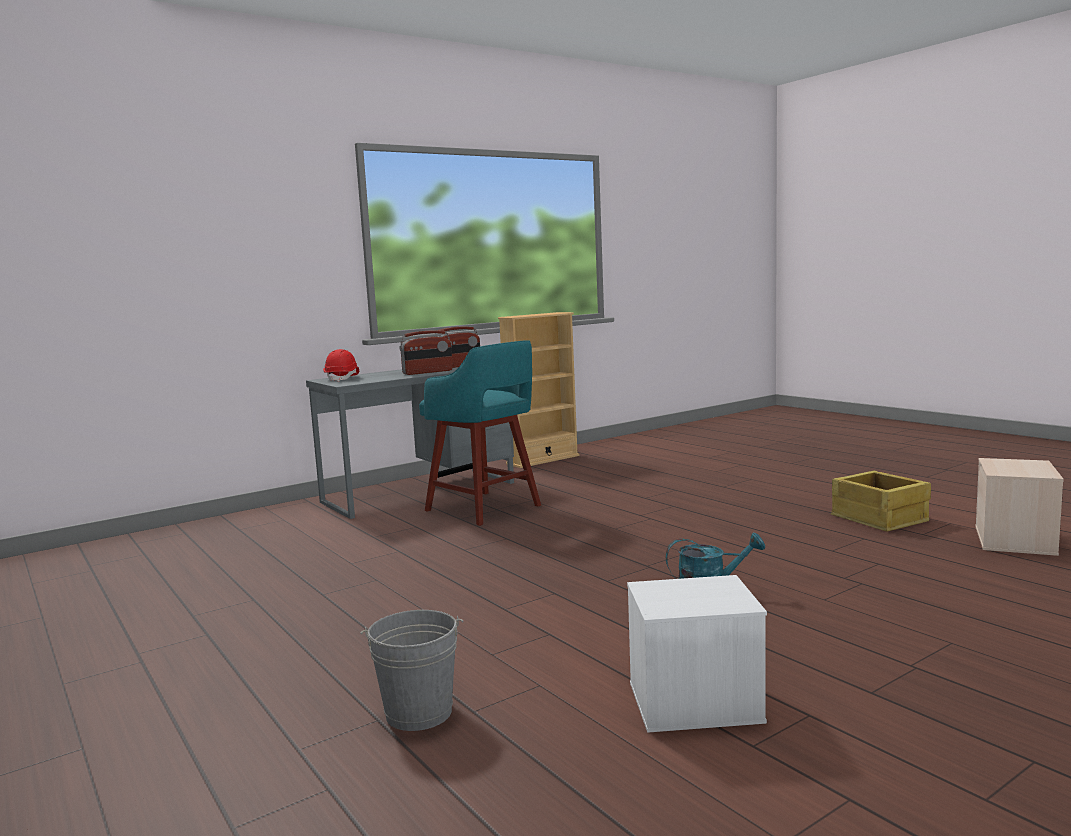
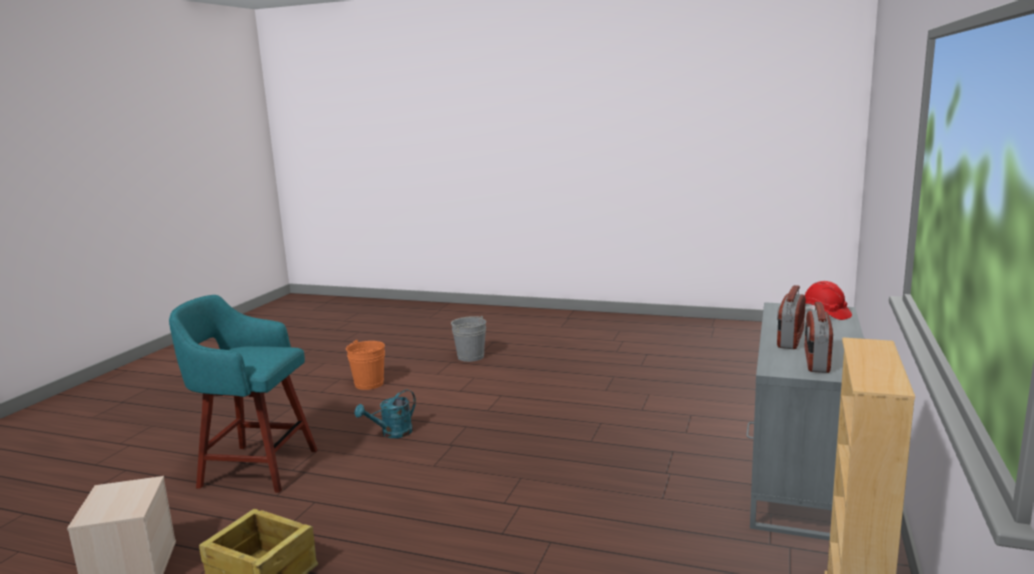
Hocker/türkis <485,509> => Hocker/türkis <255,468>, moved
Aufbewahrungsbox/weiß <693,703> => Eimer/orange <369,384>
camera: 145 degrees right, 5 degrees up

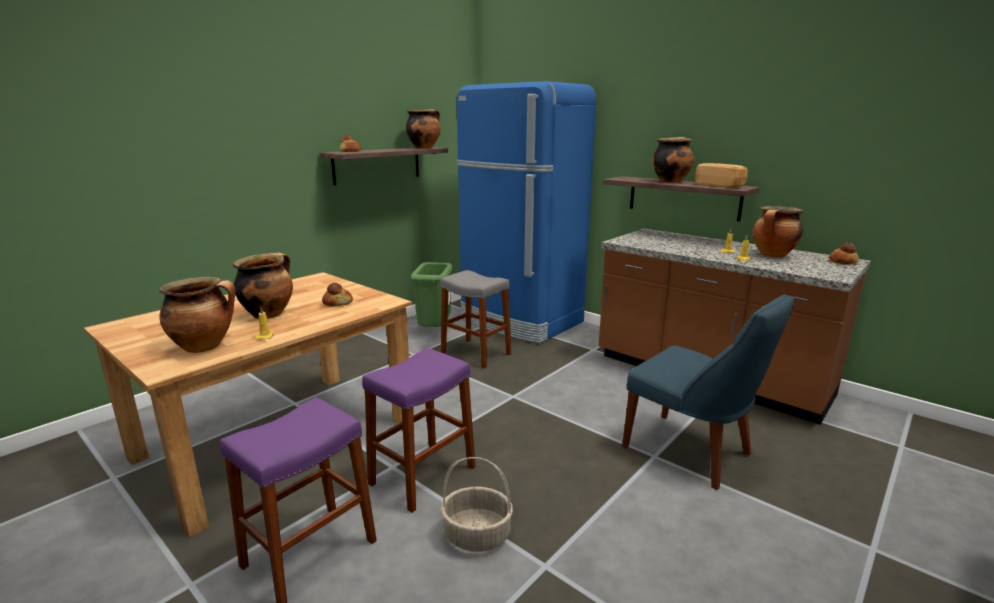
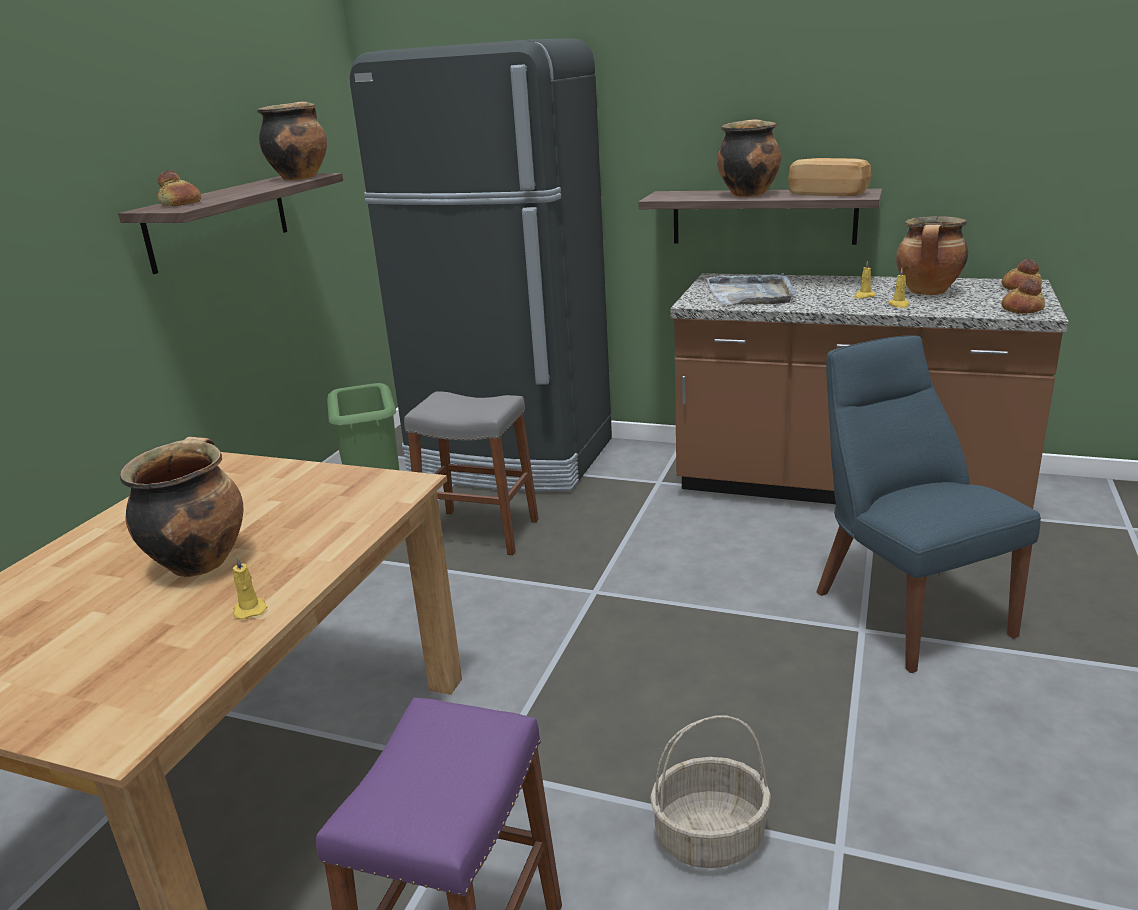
Kühlschrank/blau <520,321> => Kühlschrank/schwarz <511,458>
nothing => Tablett/grau <751,294>
Stuhl/blau <692,452> => Stuhl/blau <905,609>, 135 degrees counterclockwise
Brot <338,303> => Brot <1021,309>, moved
Kochtopf <205,346> => nothing
Hocker/lila <423,475> => nothing
camera: 20 degrees left, 5 degrees up

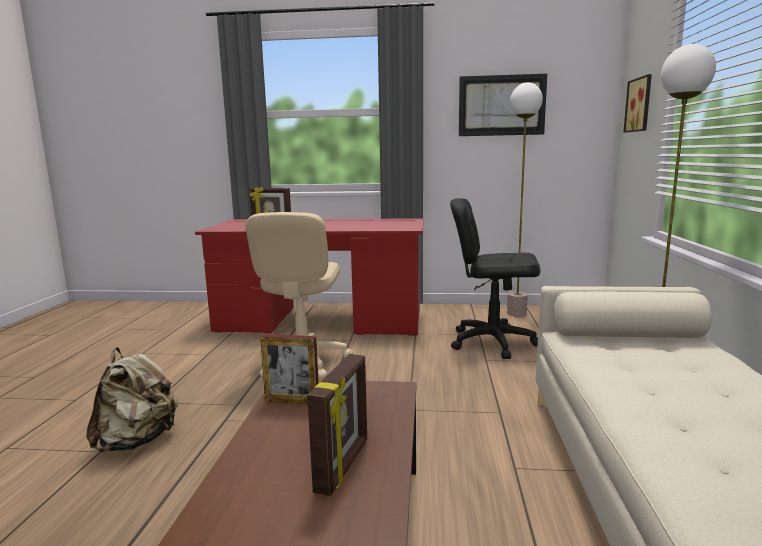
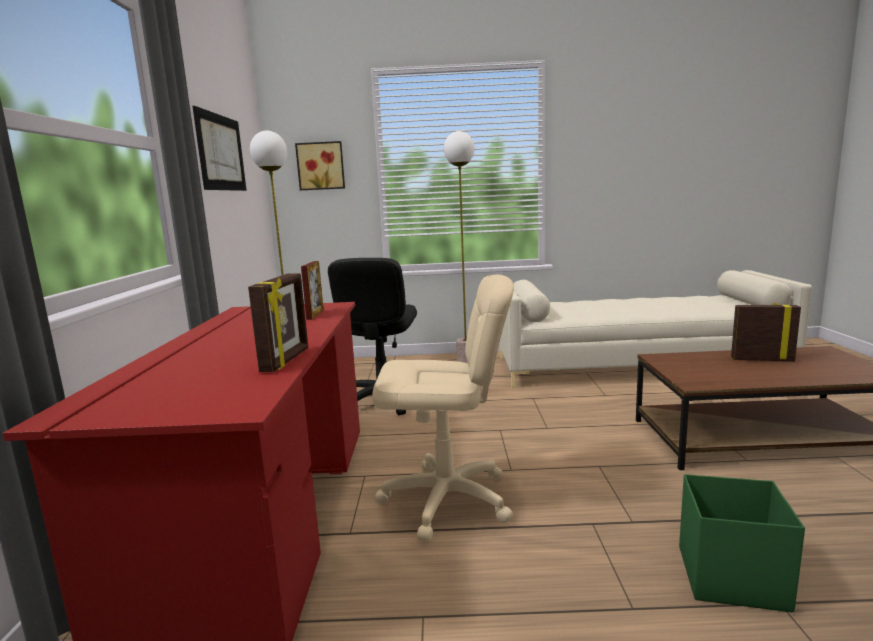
Bilderrahmen <292,401> => Bilderrahmen <315,315>, moved
Rucksack/beige <137,441> => Aufbewahrungsbox/grün <729,577>
camera: 95 degrees left, 0 degrees up

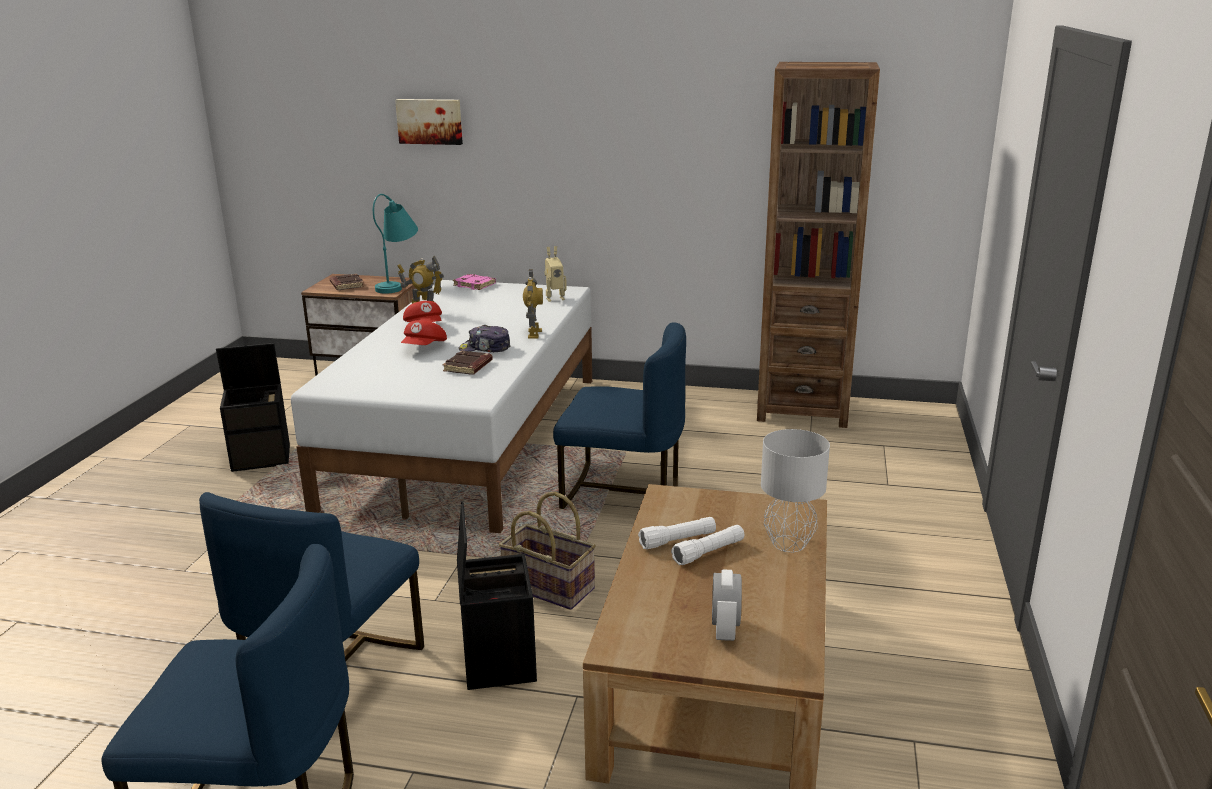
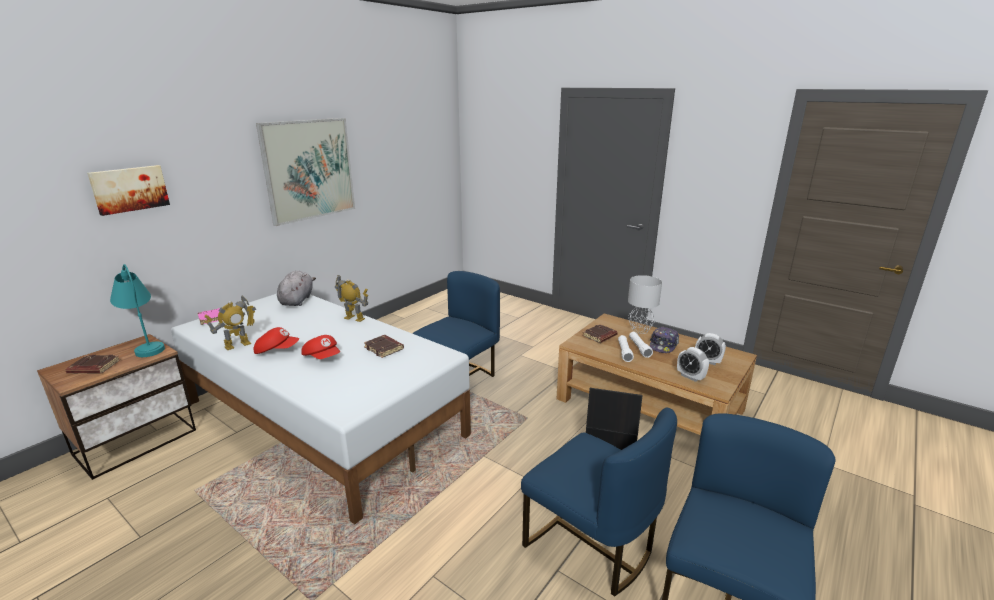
nothing => Bild <309,170>
Spielzeugroboter <554,298> => Plüschtier/grau <297,300>
nothing => Buch/braun <600,336>
Kappe <485,349> => Kappe <663,345>, moved
nothing => Wecker <690,377>
Aufbewahrungsbox/schwarz <262,457> => nothing
Korb <549,586> => nothing
Bücherregal/braun <802,409> => nothing
camera: 65 degrees left, 0 degrees up

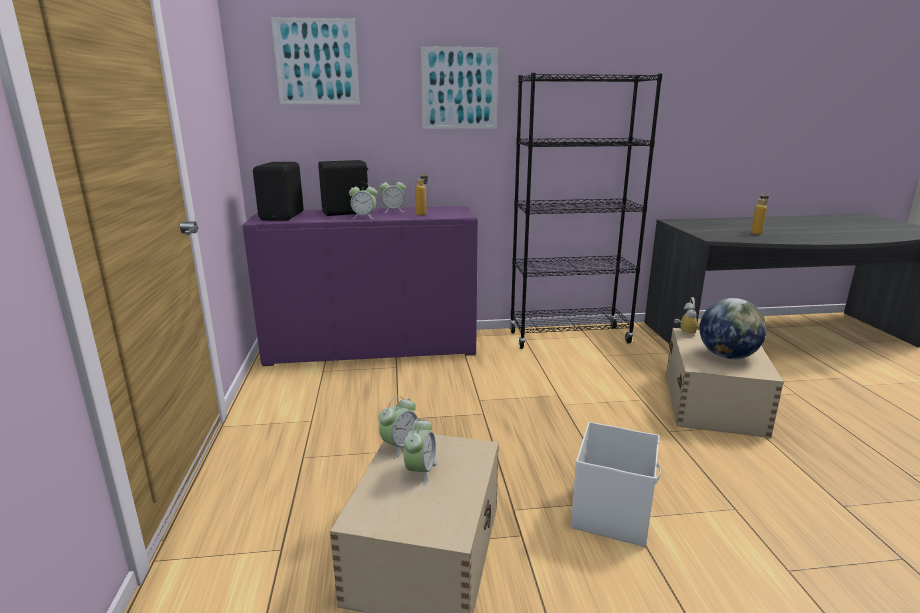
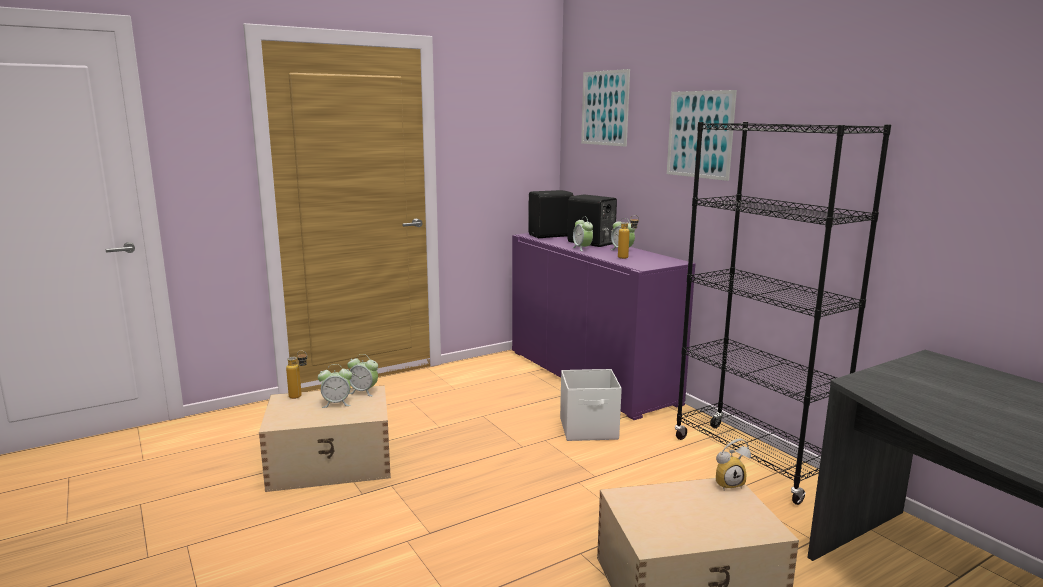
Flasche <757,232> => Flasche <300,397>, moved
Aufbewahrungsbox/weiß <612,512> => Aufbewahrungsbox/weiß <589,429>, moved
Globus <727,356> => nothing
camera: 65 degrees right, 5 degrees down

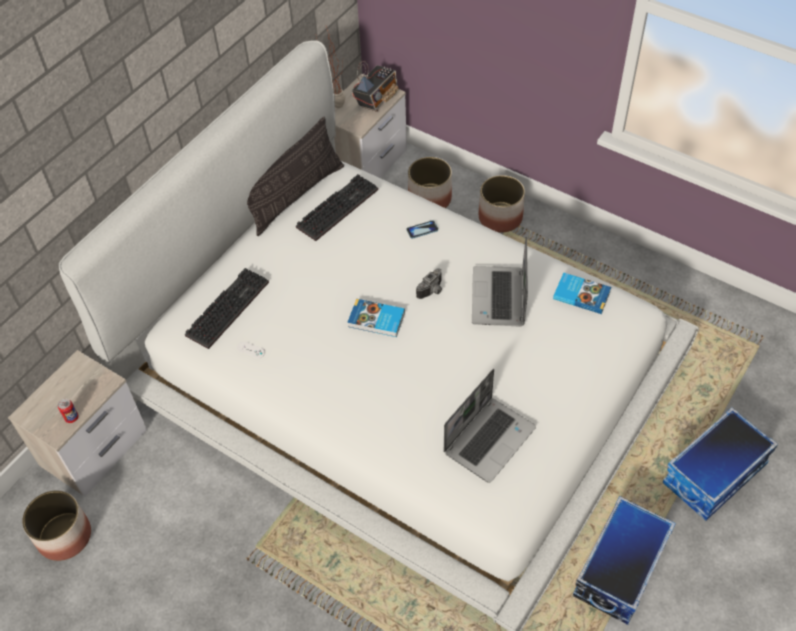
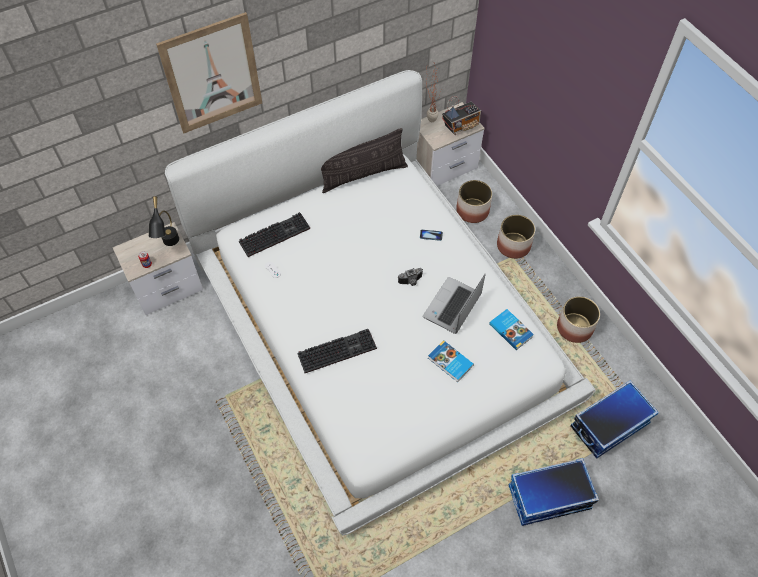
nothing => Tischlampe/schwarz <170,246>
nothing => Bild <212,74>
Tastatur <337,207> => Tastatur <338,349>, moved
Buch <376,320> => Buch <450,362>, moved
Pflanzkübel <64,536> => Pflanzkübel <574,327>, moved
Aufbewahrungsbox <619,568> => Aufbewahrungsbox <609,424>, moved
Laptop <489,439> => nothing
camera: 25 degrees right, 5 degrees up

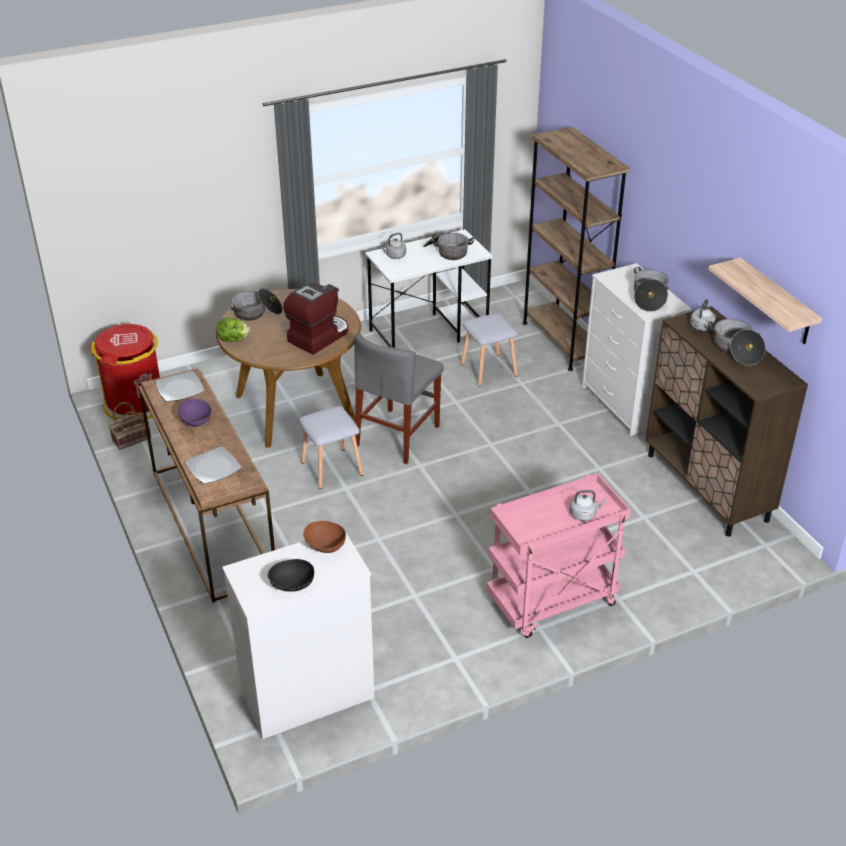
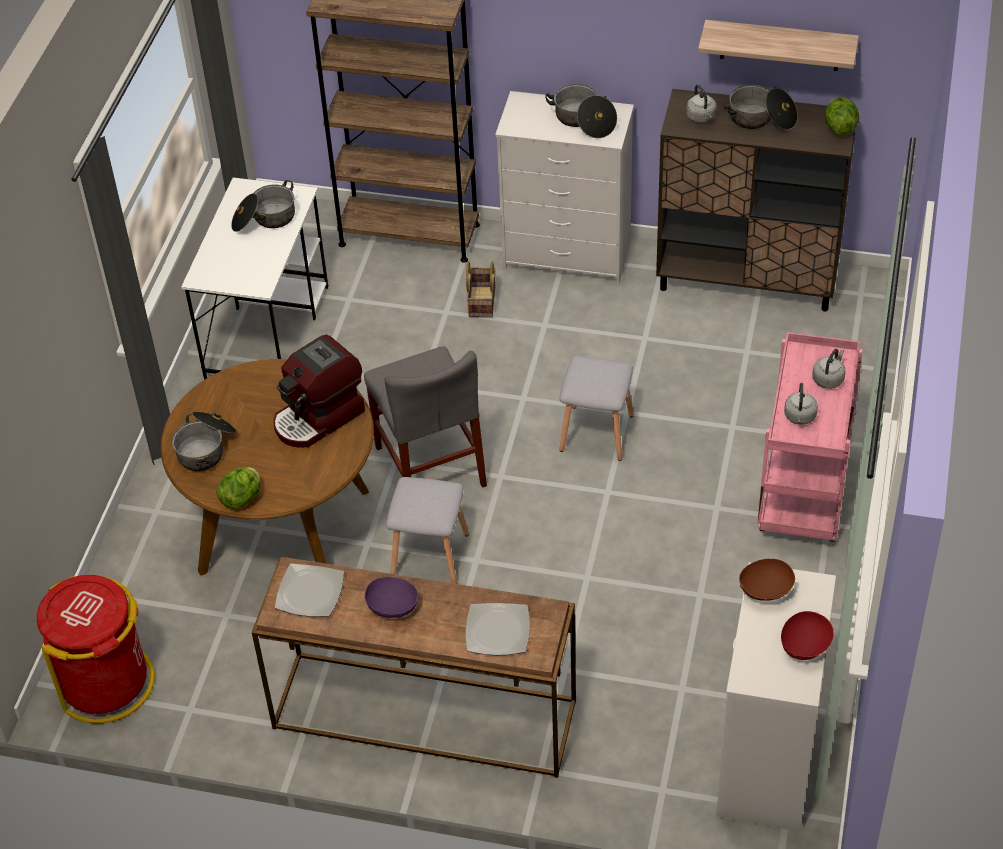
Kaffeemaschine <318,336> => Kaffeemaschine <319,418>, 120 degrees counterclockwise
Korb <132,438> => Korb <481,301>, moved
Hocker/grau <488,370> => Hocker/grau <597,434>, moved
Schüssel/schwarz <292,586> => Schüssel/rot <805,647>
Wasserkessel/grau <394,256> => Wasserkessel/grau <800,417>, moved
nothing => Salatkopf <839,127>
camera: 50 degrees left, 10 degrees up

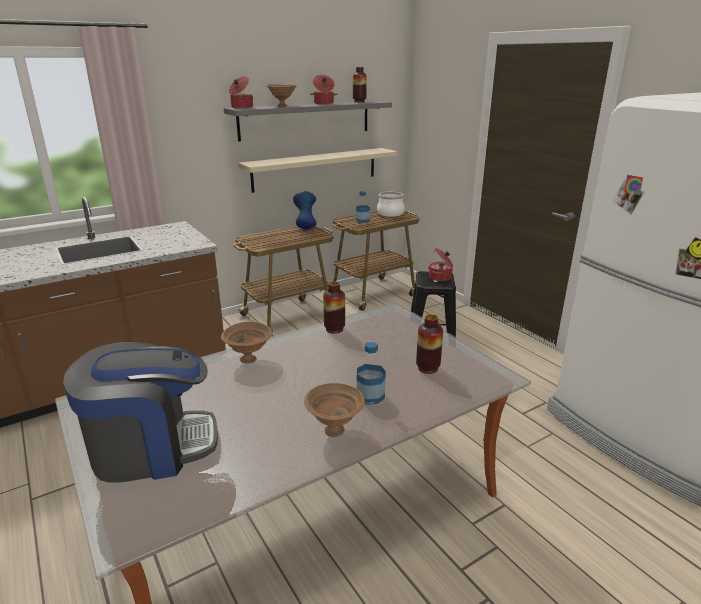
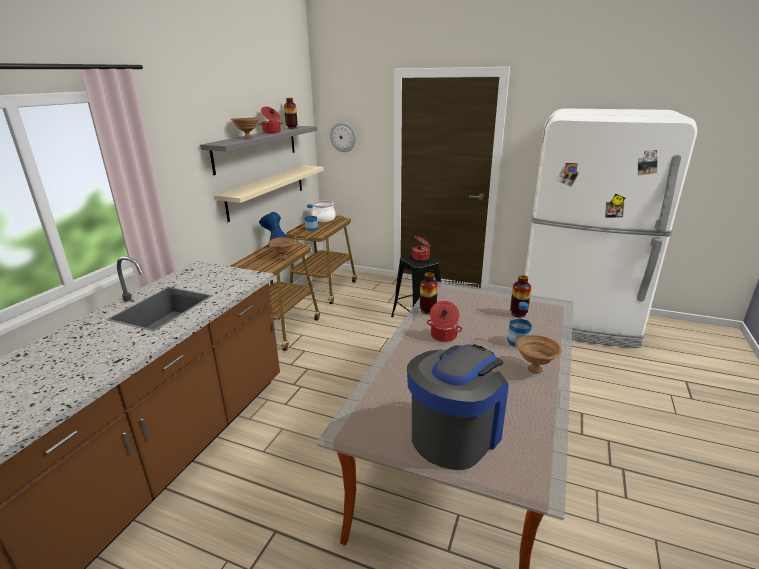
Schüssel/braun <249,359> => Schüssel/braun <283,257>, moved
nothing => Wanduhr <343,137>
Kochtopf <241,107> => Kochtopf <443,336>, moved
camera: 35 degrees left, 0 degrees up

